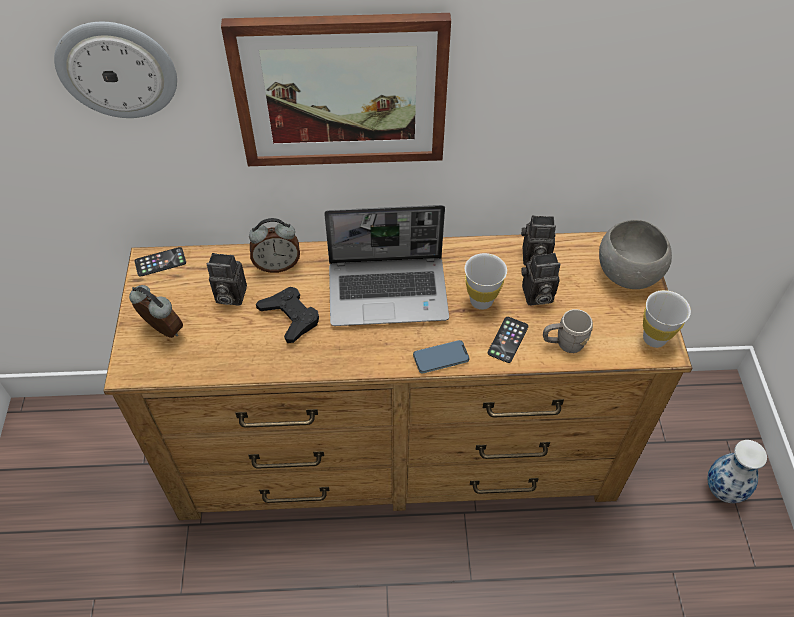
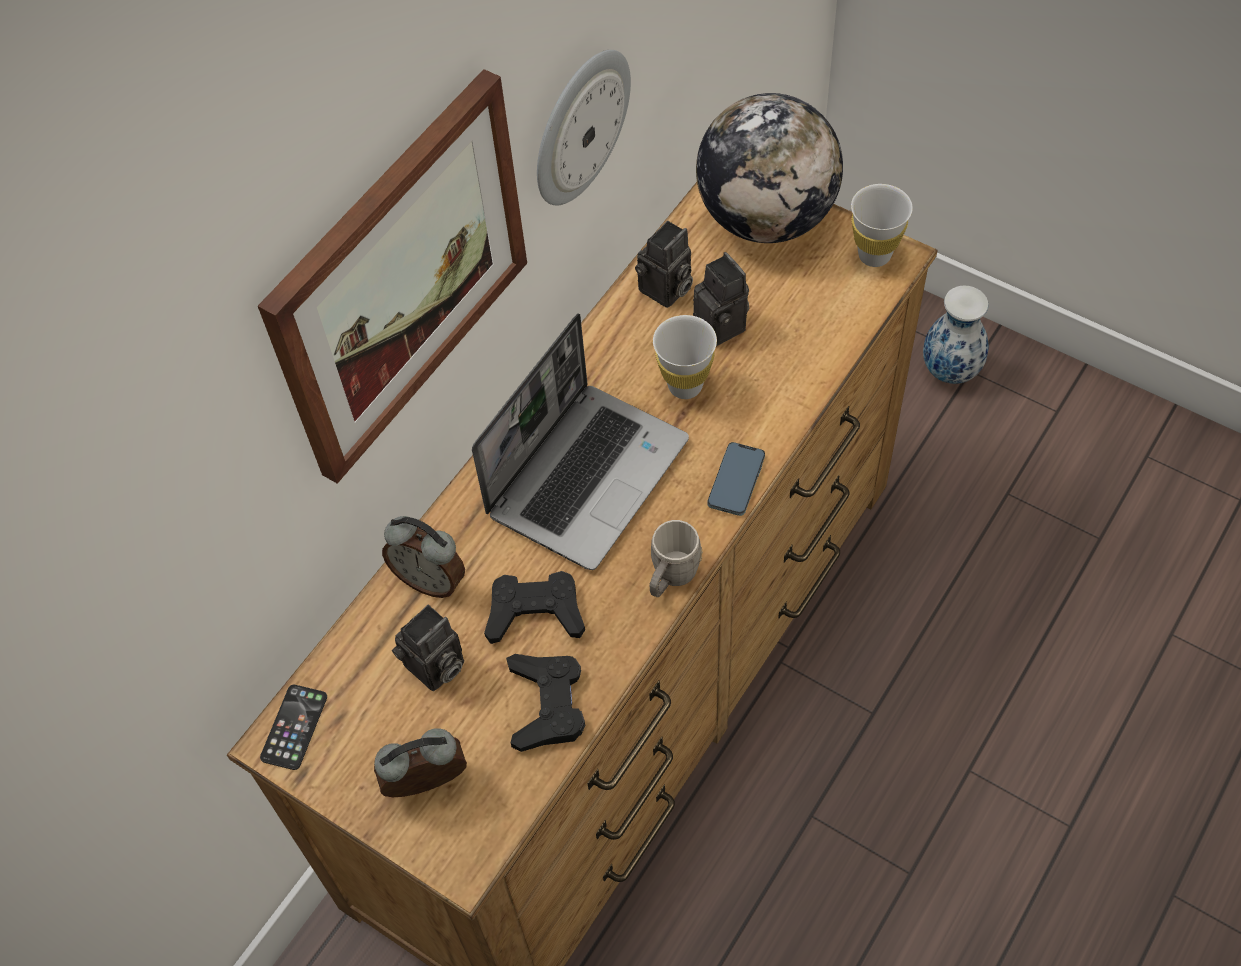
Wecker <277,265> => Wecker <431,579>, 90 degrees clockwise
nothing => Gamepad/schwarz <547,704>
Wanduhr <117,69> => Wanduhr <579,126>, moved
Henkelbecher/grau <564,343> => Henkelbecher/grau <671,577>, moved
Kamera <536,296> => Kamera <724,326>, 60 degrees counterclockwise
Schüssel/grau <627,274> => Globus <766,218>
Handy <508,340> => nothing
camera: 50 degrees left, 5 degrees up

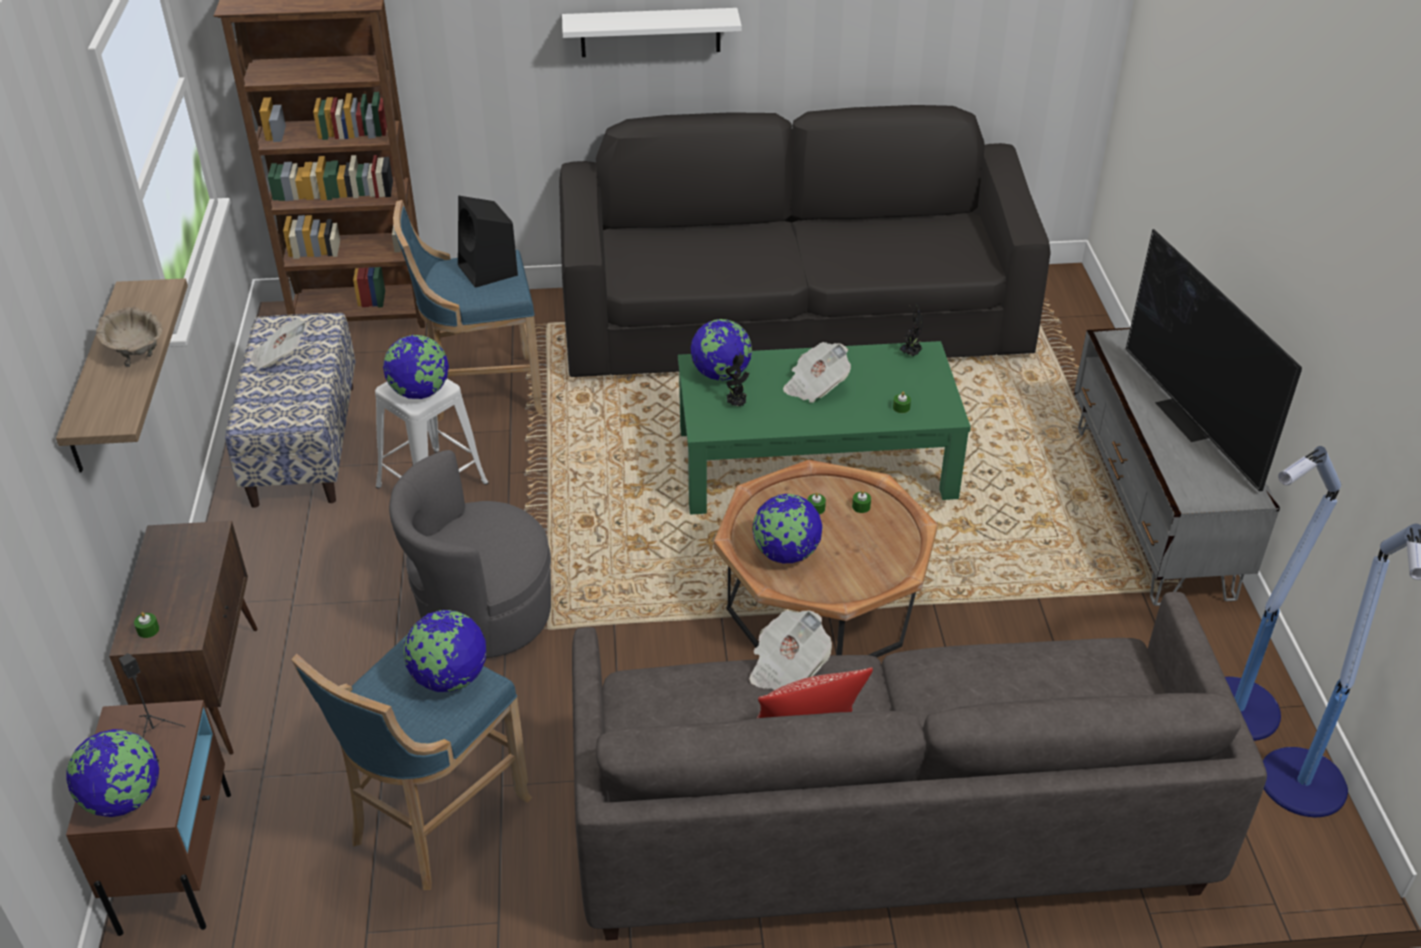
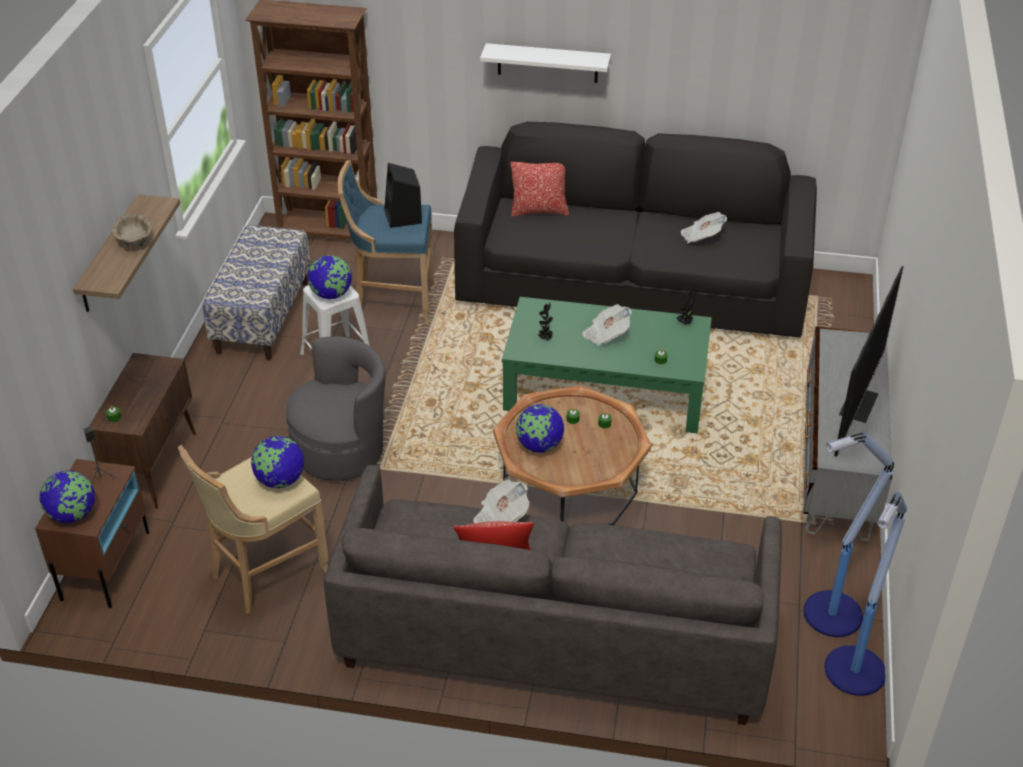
Hocker/blau <432,821> => Hocker/beige <265,574>
Sessel/grau <483,613> => Sessel/grau <341,450>, 150 degrees clockwise
nothing => Kissen <539,211>
Zeitung <280,358> => Zeitung <701,237>, moved
Fernseher <1189,419> => Fernseher <859,403>, 150 degrees counterclockwise
Globus <721,374> => nothing
camera: 15 degrees right, 0 degrees up

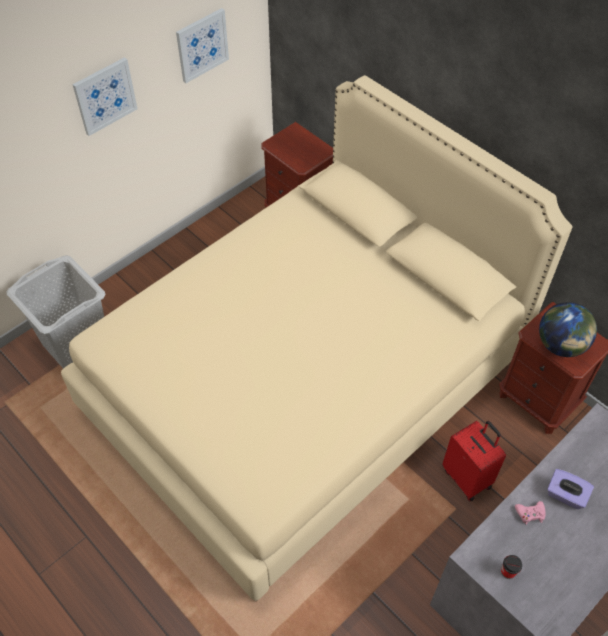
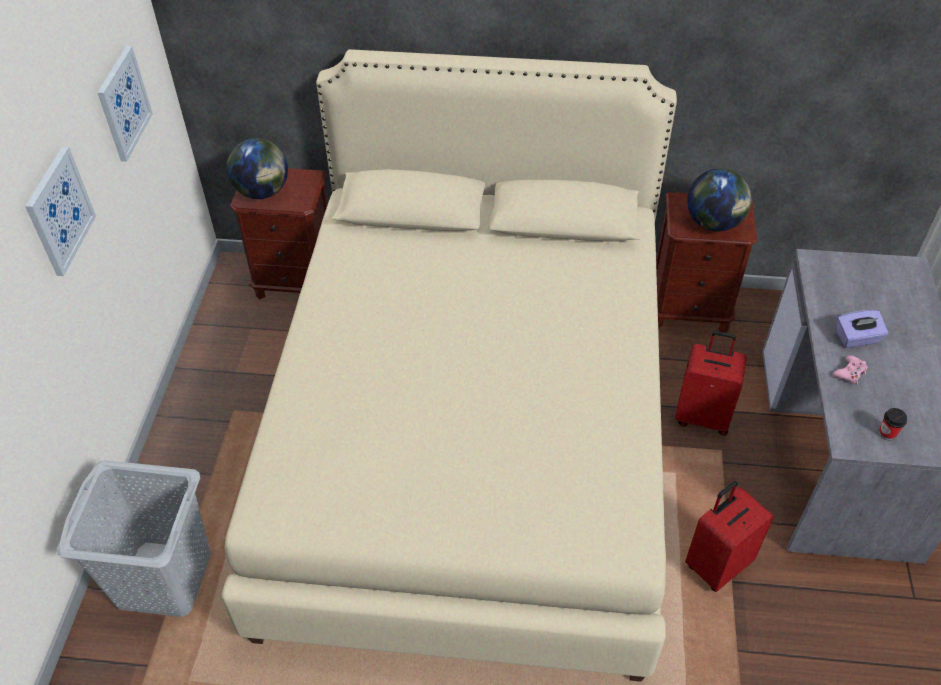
nothing => Globus <262,192>
nothing => Koffer/rot <717,564>
camera: 40 degrees left, 5 degrees down

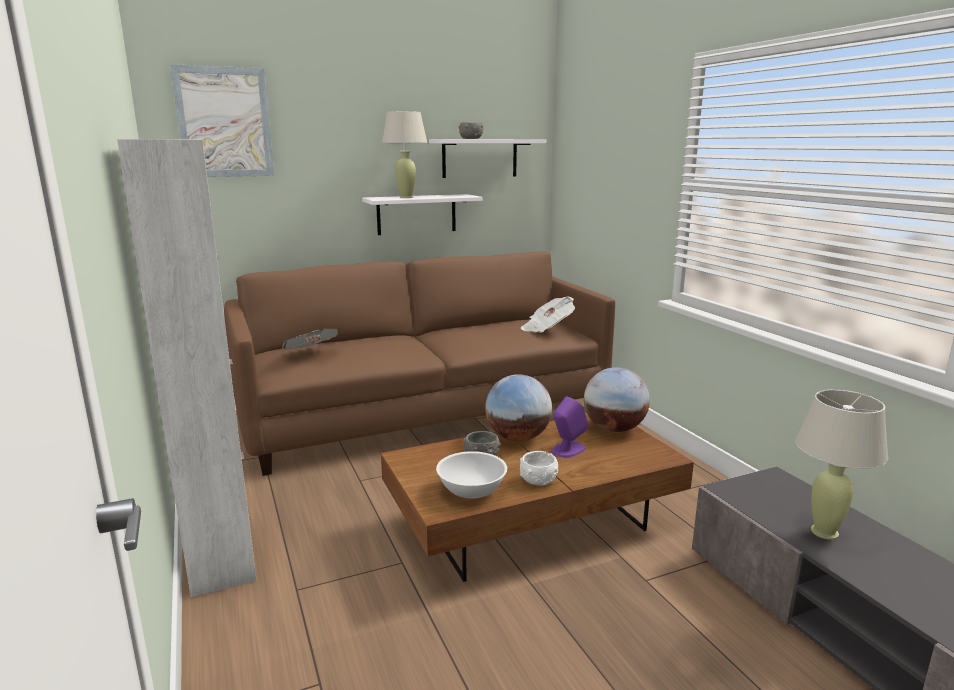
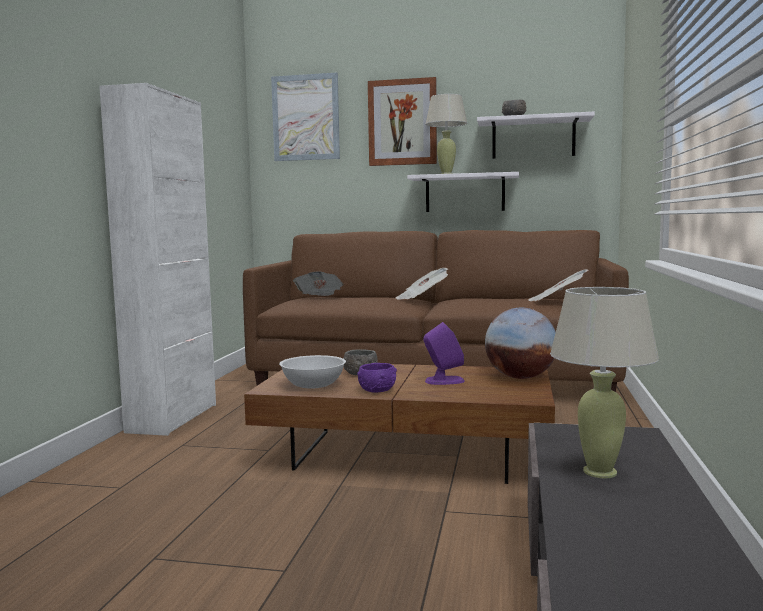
Schüssel/weiß <538,480> => Schüssel/lila <377,390>
nothing => Bild <402,122>
nothing => Zeitung <422,298>
Globus <518,437> => nothing
camera: 35 degrees right, 10 degrees down

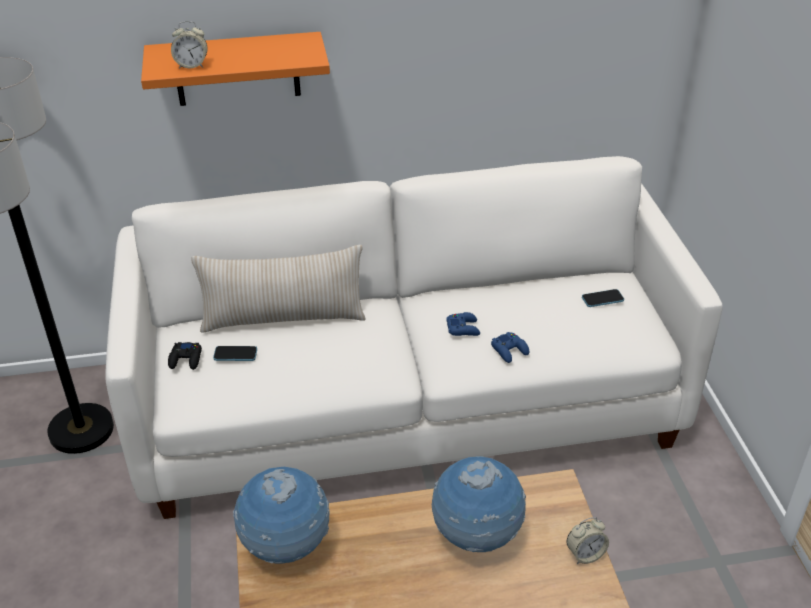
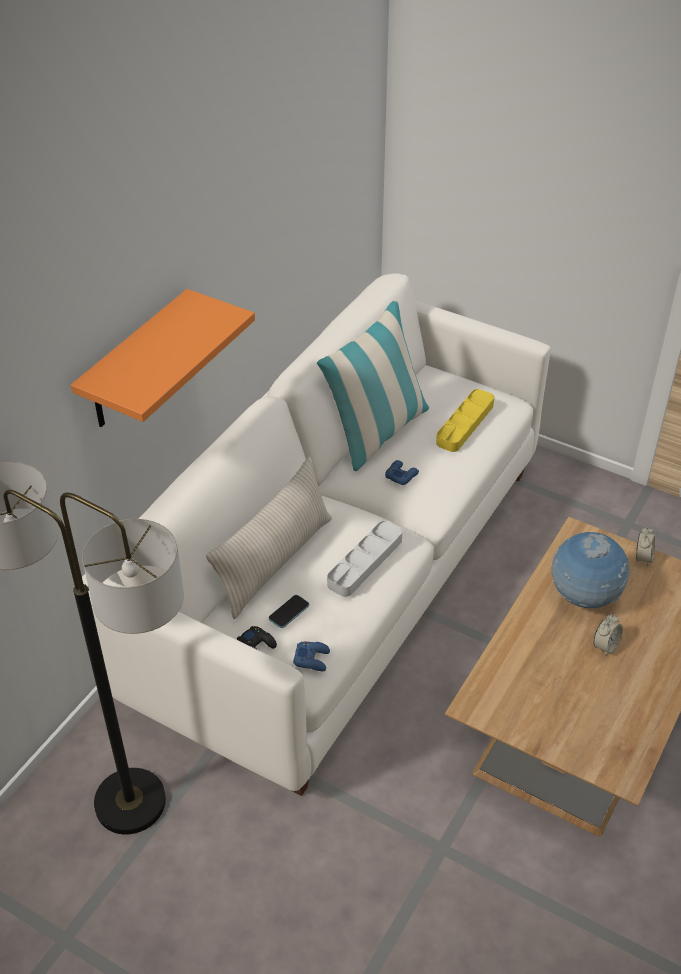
Gamepad/blau <510,350> => Gamepad/blau <312,659>, moved
nothing => Kissen <377,433>
nothing => Tablett/grau <365,562>
nothing => Tablett/gelb <465,424>
Wecker <192,65> => Wecker <605,646>, moved
Globus <286,547> => nothing
Handy <602,299> => nothing
camera: 50 degrees left, 5 degrees up

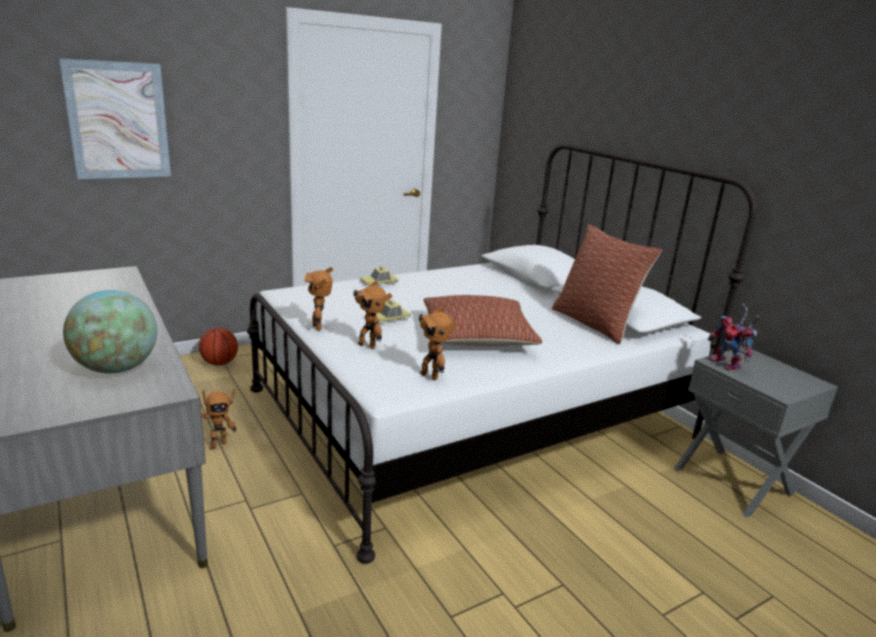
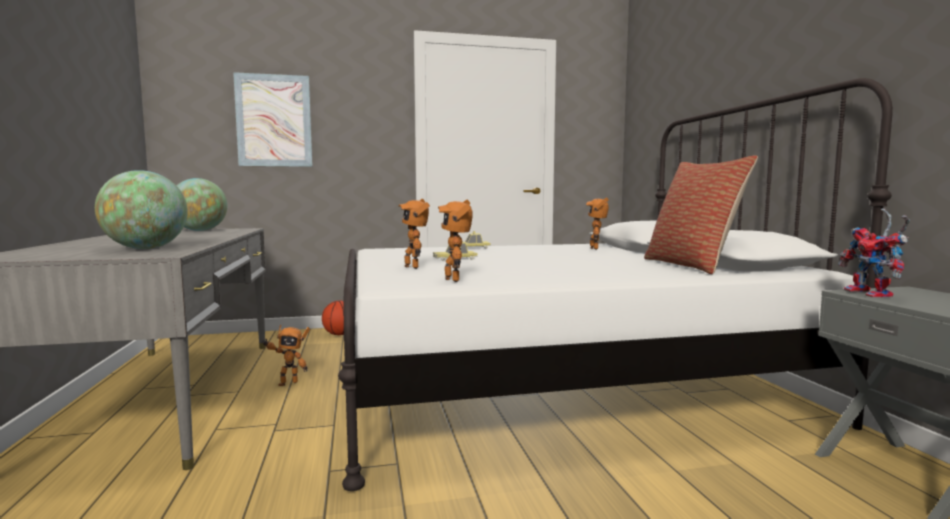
nothing => Globus <200,230>
Spielzeugroboter <319,327> => Spielzeugroboter <596,248>, moved
Kissen <477,337> => nothing
camera: 20 degrees right, 15 degrees down

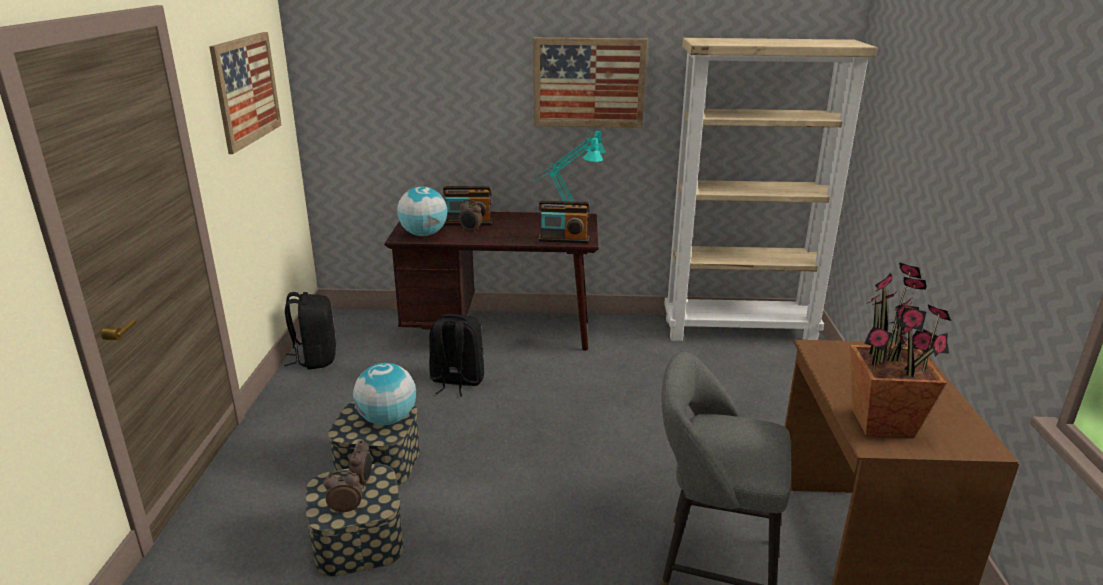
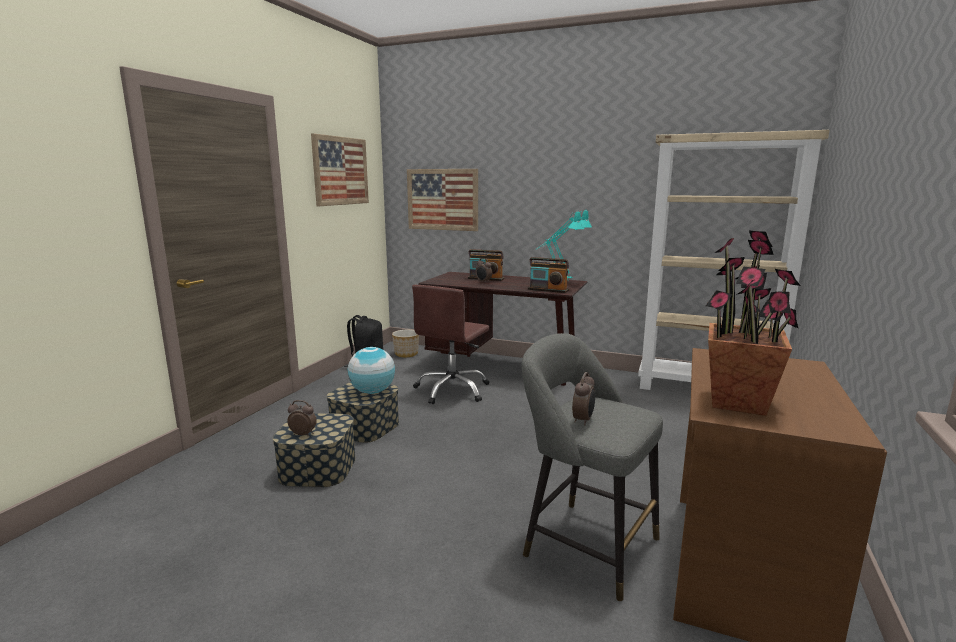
nothing => Pflanzkübel <406,354>
Bild <589,83> => Bild <442,199>, moved
Rucksack/schwarz <456,381> => Bürostuhl/braun <452,390>
Wecker <363,481> => Wecker <583,420>, moved
Globus <423,234> => nothing
camera: 20 degrees right, 10 degrees down

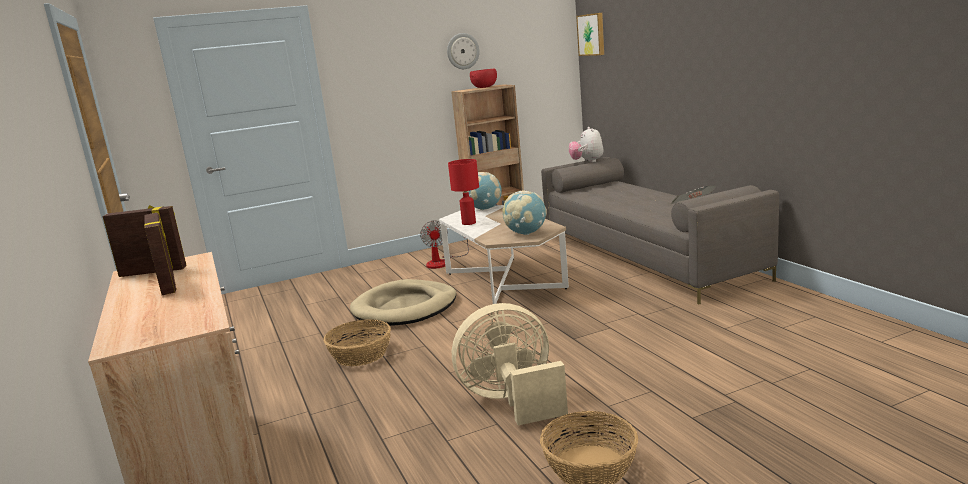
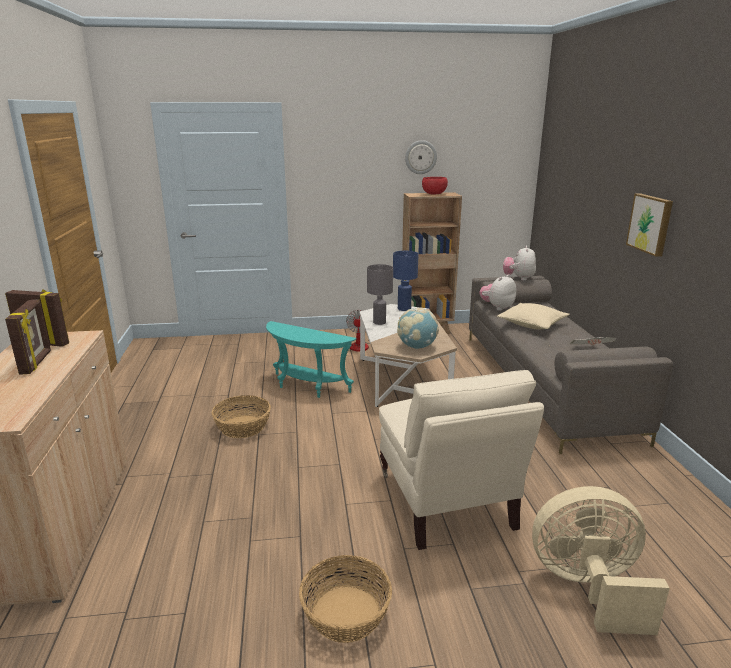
Hundebett/beige <405,307> => Beistelltisch/türkis <306,387>
Tischlampe/rot <468,223> => Tischlampe/grau <379,322>
nothing => Sessel/beige <446,502>
Globus <485,209> => Tischlampe/blau <404,309>
nothing => Plüschtier <497,307>
nothing => Kissen/beige <532,324>
Ventilator/beige <512,401> => Ventilator/beige <588,588>, moved
Bild <592,34> => Bild <651,224>, moved
camera: 15 degrees right, 5 degrees up

